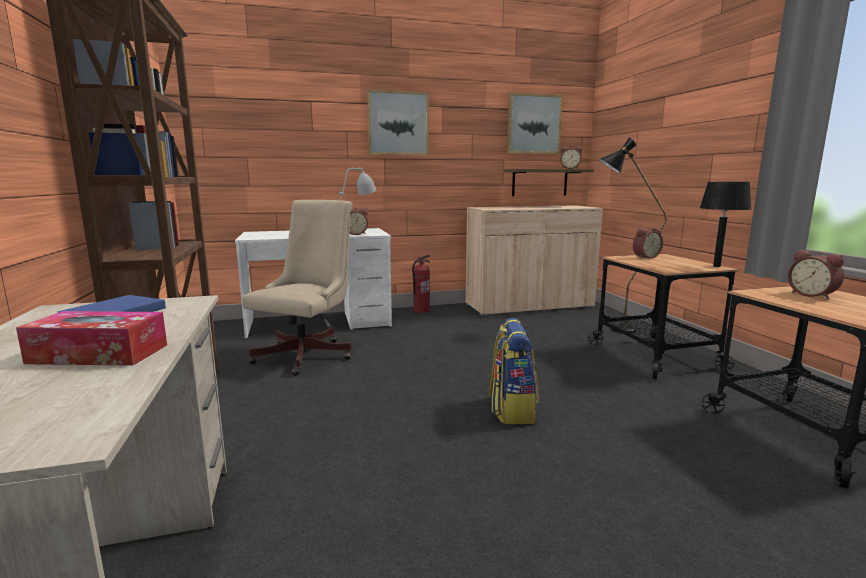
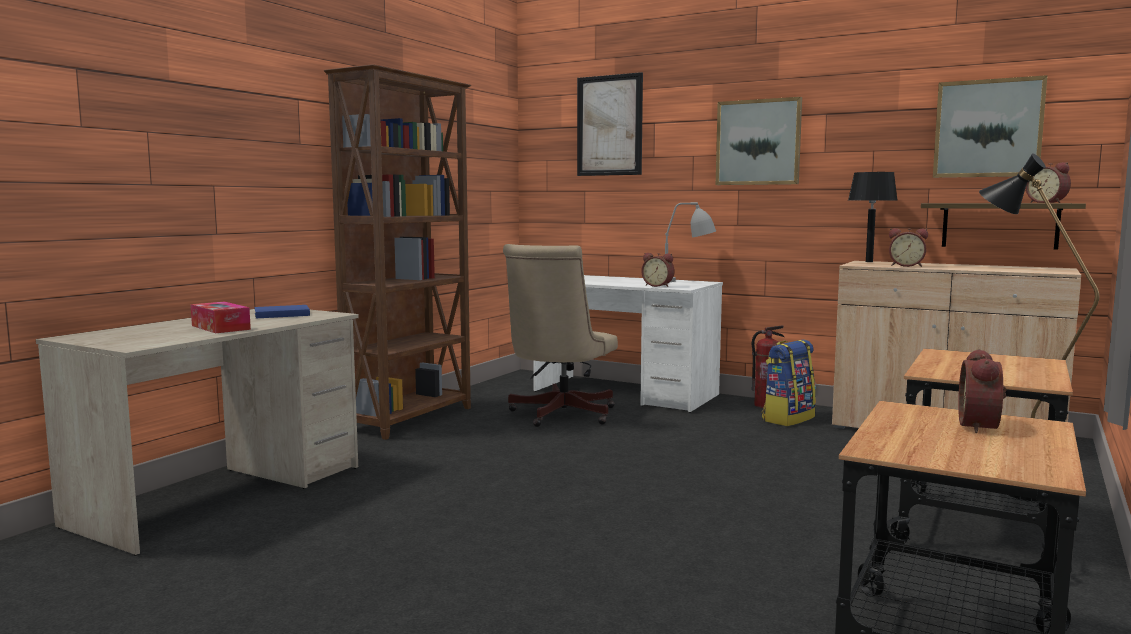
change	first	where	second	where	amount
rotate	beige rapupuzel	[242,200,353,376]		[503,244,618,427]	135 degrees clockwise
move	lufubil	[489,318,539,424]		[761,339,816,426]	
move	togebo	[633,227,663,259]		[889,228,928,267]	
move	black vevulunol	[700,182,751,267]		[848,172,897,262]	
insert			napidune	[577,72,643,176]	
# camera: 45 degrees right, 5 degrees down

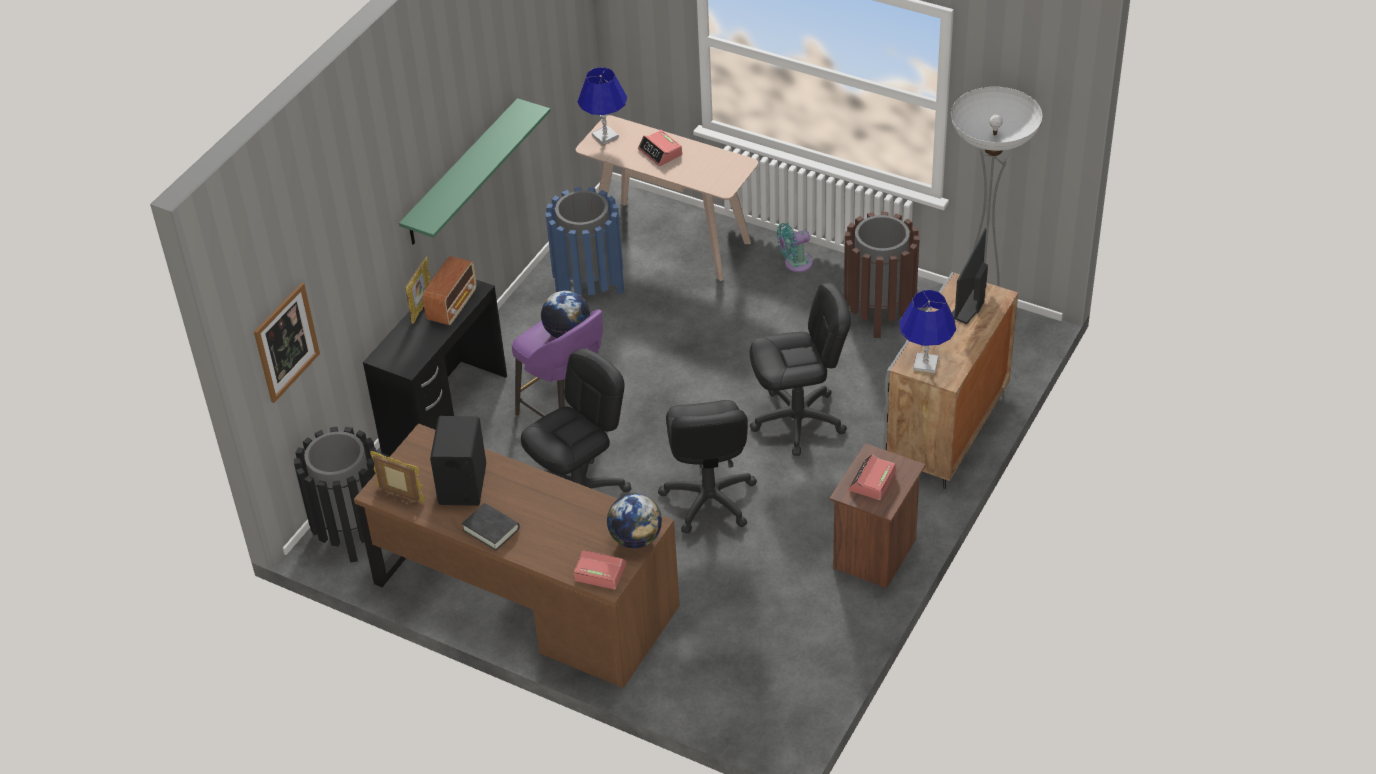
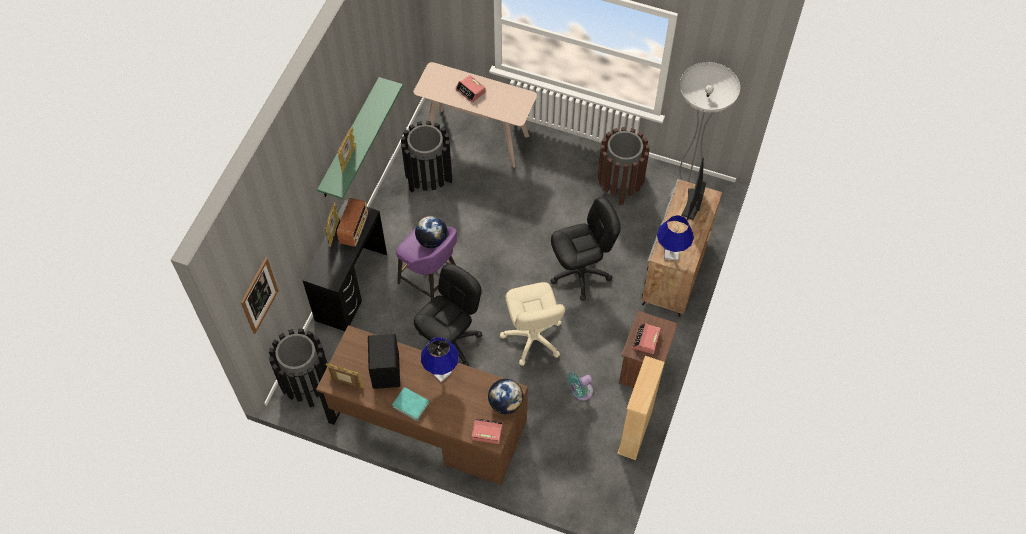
change	first	where	second	where	amount
recolor	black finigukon	[462,503,520,550]	turquoise finigukon	[392,387,429,421]	
recolor	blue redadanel	[546,187,624,295]	black redadanel	[401,121,452,192]	
move	blue vevulunol	[578,67,627,145]		[421,337,459,382]	
recolor	black rapupuzel	[658,400,757,533]	beige rapupuzel	[500,282,565,366]	
move	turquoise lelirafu	[777,223,813,272]		[567,373,593,401]	
insert			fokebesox	[338,127,356,172]	
insert			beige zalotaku	[617,356,665,460]	
# camera: 10 degrees left, 15 degrees up

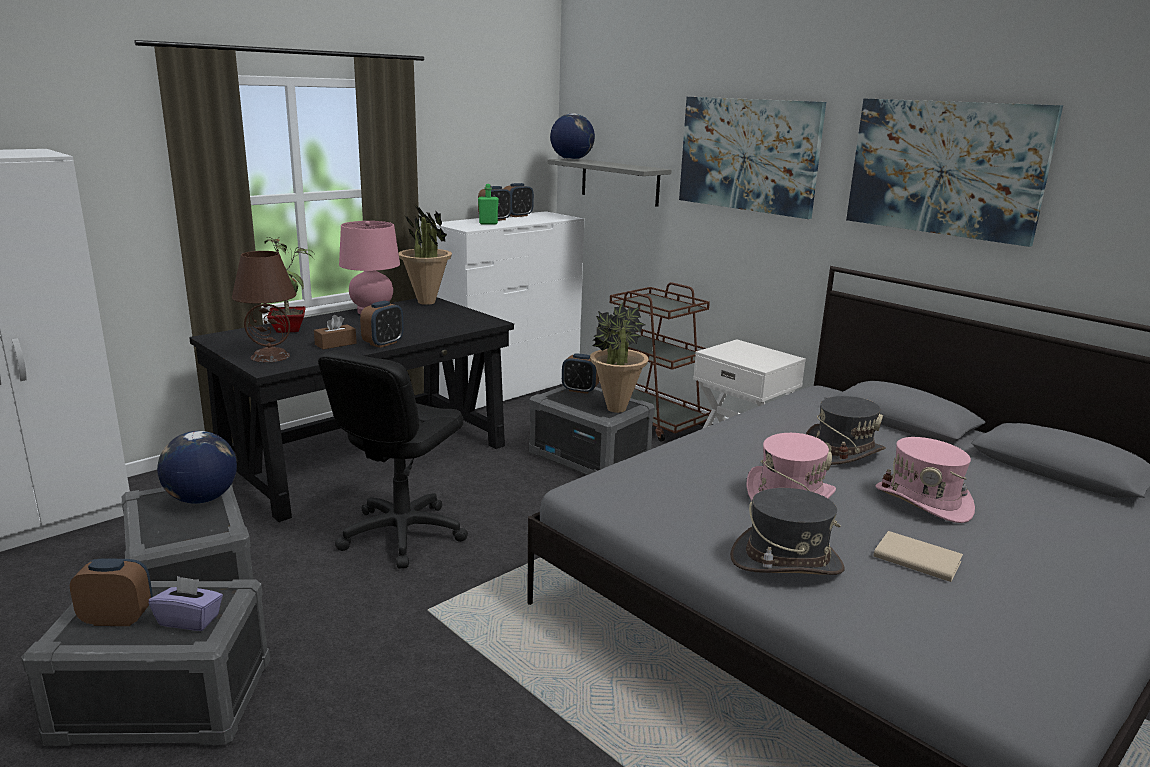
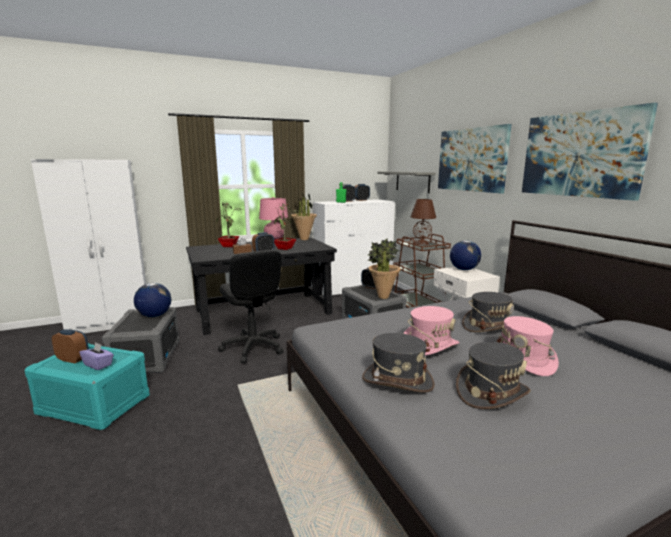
change	first	where	second	where	amount
recolor	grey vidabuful	[21,579,270,746]	turquoise vidabuful	[24,343,150,431]	
move	brown vevulunol	[232,251,296,362]		[411,199,436,245]	
rotate	black rapupuzel	[318,350,468,569]		[218,250,283,363]	75 degrees counterclockwise
move	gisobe	[550,113,595,160]		[450,240,481,270]	
replace	beige finigukon	[874,531,963,582]	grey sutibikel	[456,342,530,409]	
insert			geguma	[274,204,301,250]	
# camera: 20 degrees right, 5 degrees down

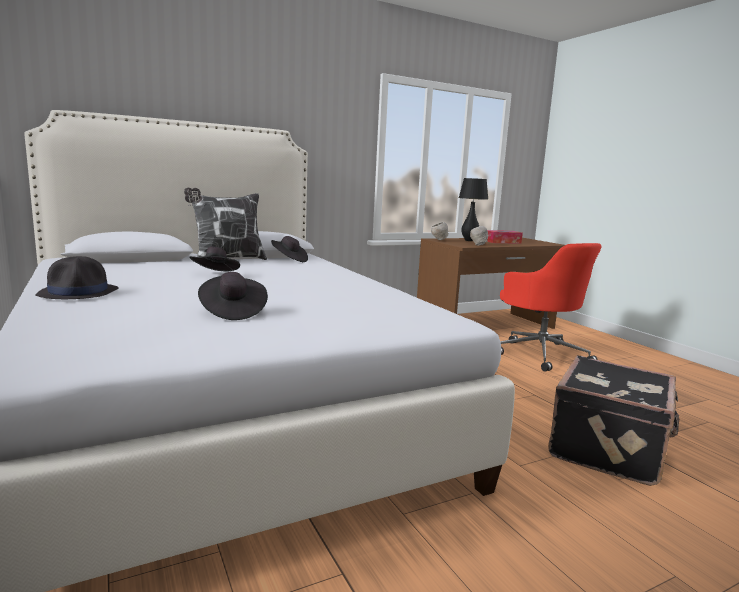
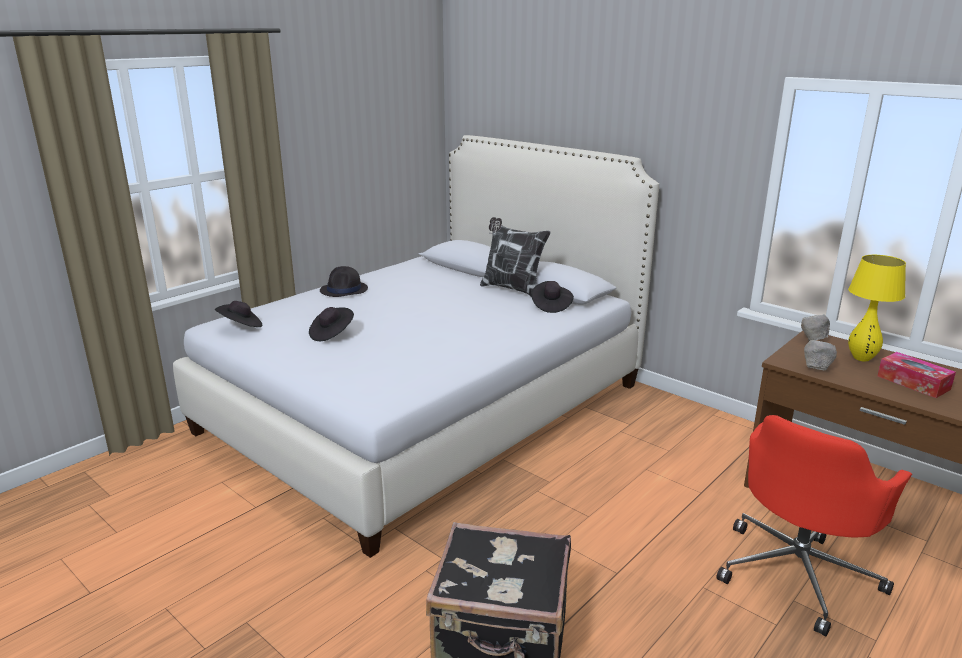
change	first	where	second	where	amount
move	black sutibikel	[190,247,240,271]		[215,301,262,327]	
recolor	black vevulunol	[459,178,489,241]	yellow vevulunol	[848,255,906,362]	
# camera: 70 degrees right, 10 degrees up

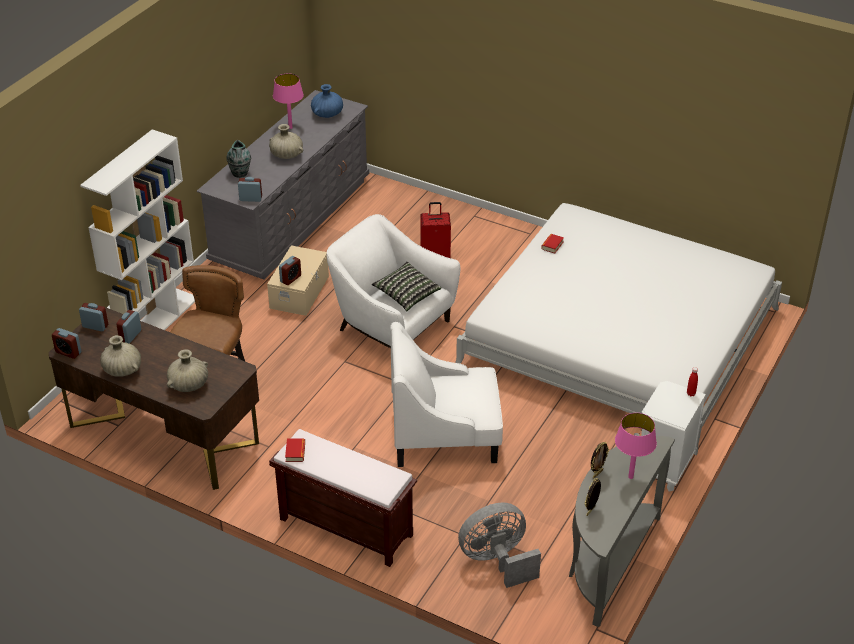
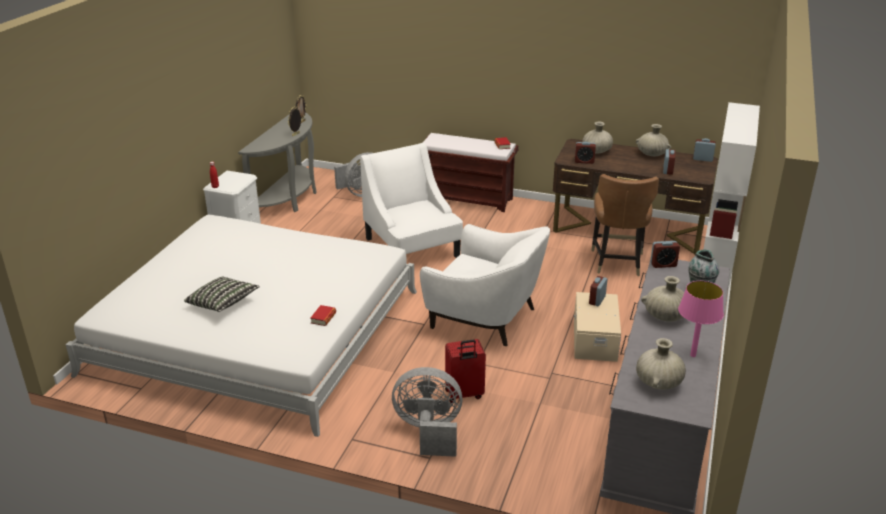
change	first	where	second	where	amount
move	togebo	[79,303,108,331]		[575,142,596,164]	
recolor	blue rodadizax	[311,84,343,118]	beige rodadizax	[636,338,686,390]	
move	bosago	[372,262,441,311]		[184,277,260,312]	
rotate	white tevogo	[390,322,503,467]		[360,143,463,258]	105 degrees counterclockwise
delete	pink vevulunol	[615,413,657,479]			
insert			grey lelirafu	[392,367,463,457]	
# camera: 170 degrees right, 10 degrees down

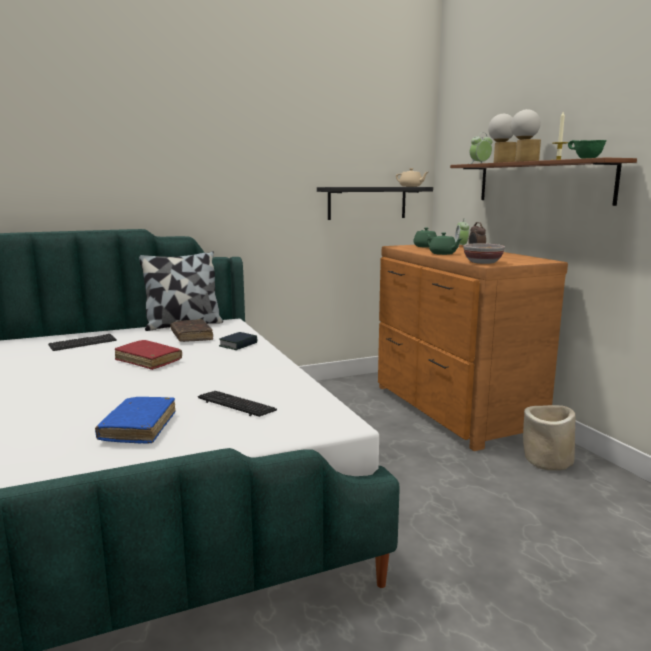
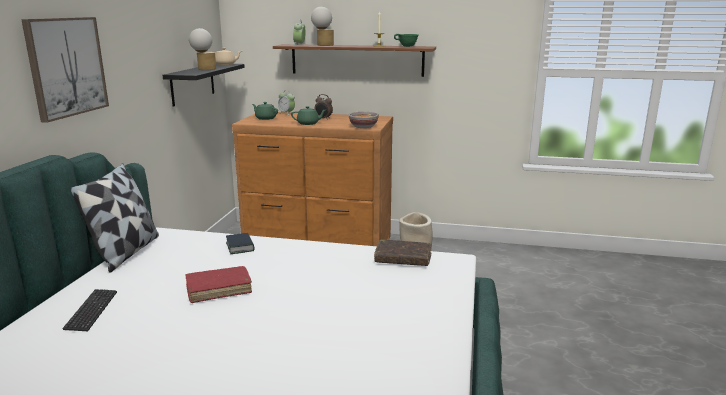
change	first	where	second	where	amount
delete	blue finigukon	[95,397,175,443]			
move	brown finigukon	[170,319,213,342]		[374,239,432,266]	
delete	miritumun	[198,391,277,417]			
move	vevulunol	[511,109,541,162]		[189,28,216,70]	
insert			napidune	[21,17,109,123]	
# camera: 55 degrees left, 5 degrees up

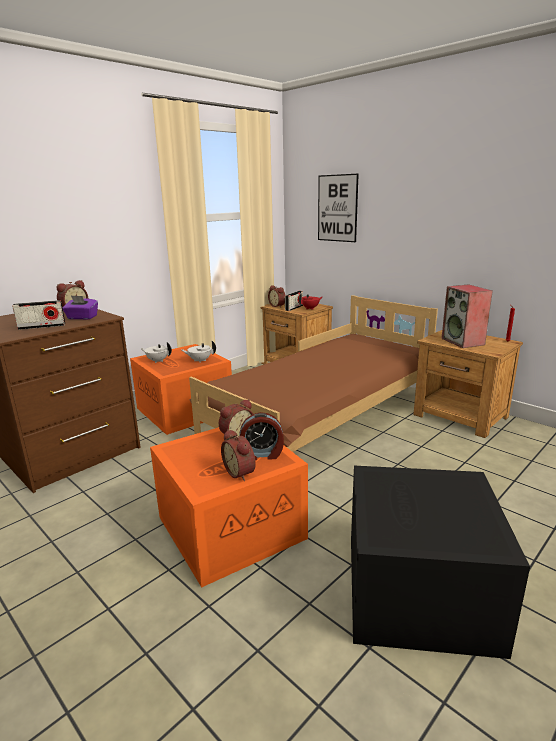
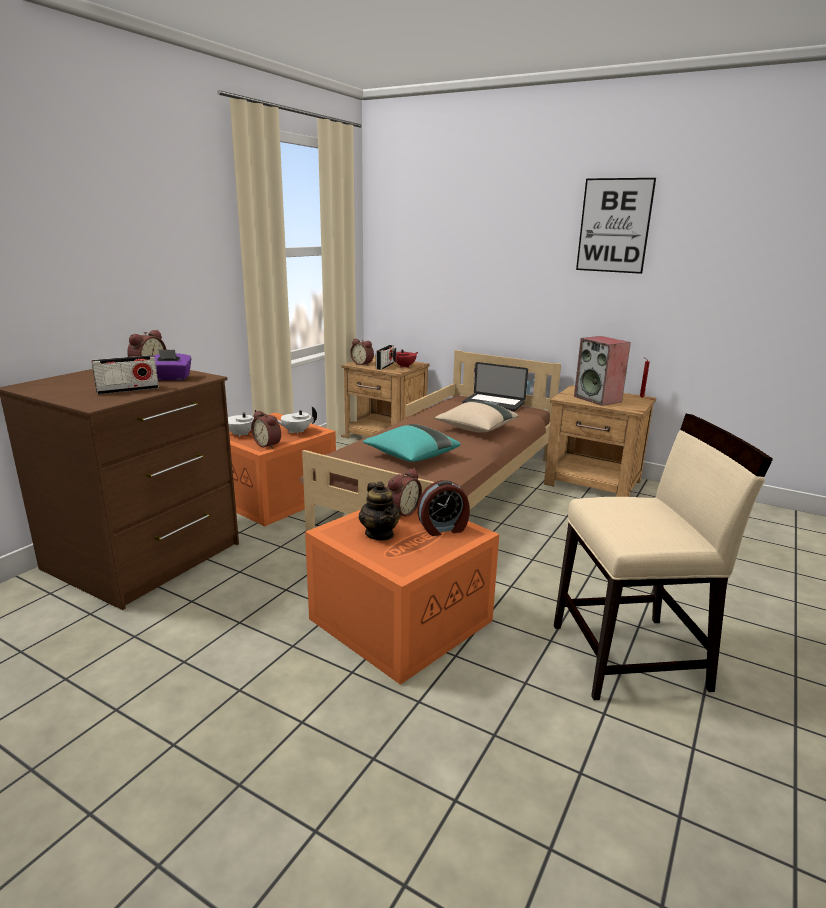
change	first	where	second	where	amount
move	togebo	[221,429,256,481]		[251,410,281,449]	
move	napidune	[318,174,359,242]		[576,178,656,274]	
replace	black vidabuful	[351,466,530,659]	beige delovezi	[554,414,773,700]	
insert			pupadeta	[359,481,401,541]	
insert			turquoise bosago	[363,424,461,462]	
insert			beige bosago	[435,401,518,433]	
insert			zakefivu	[462,362,528,411]	
# camera: 15 degrees left, 0 degrees up

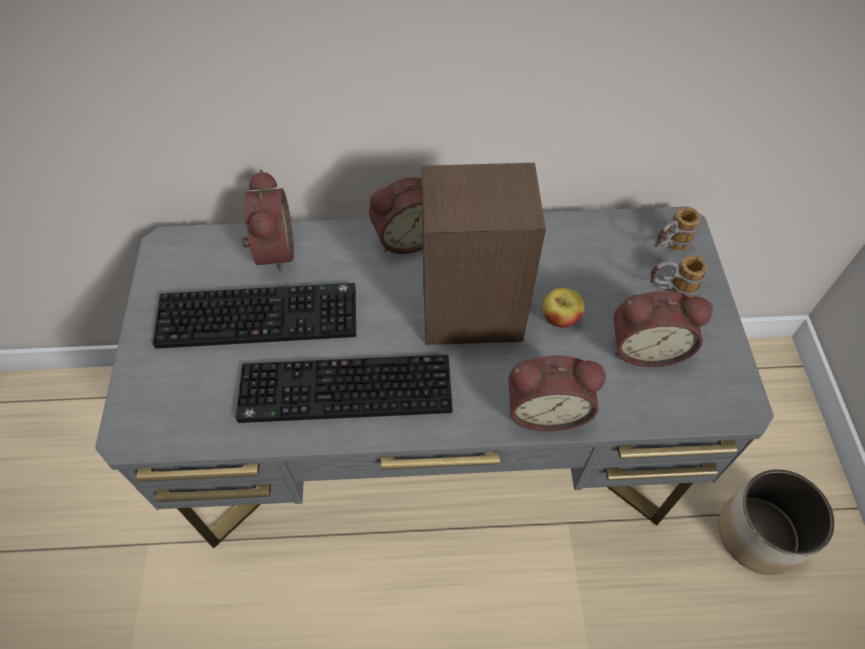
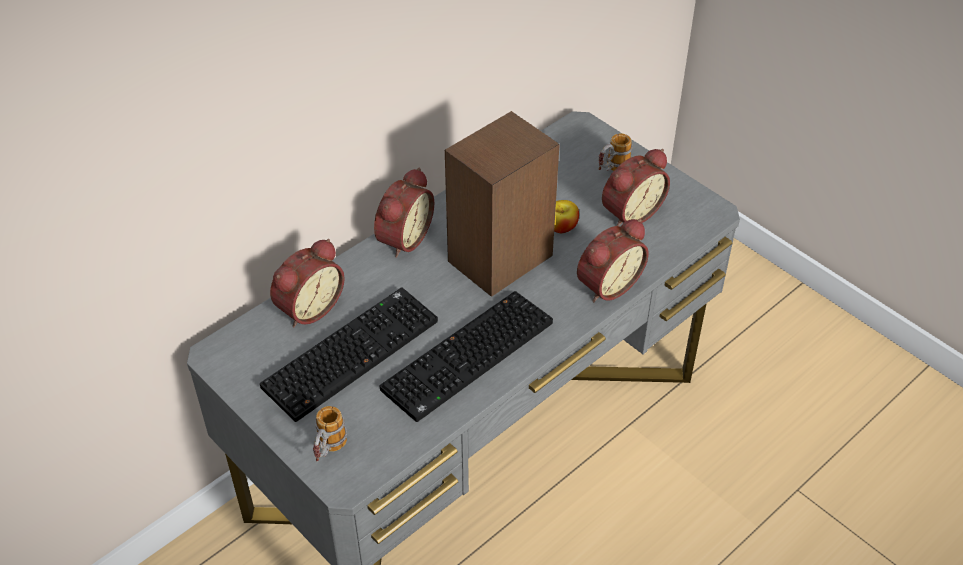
change	first	where	second	where	amount
rotate	togebo	[241,169,294,273]		[270,239,345,328]	90 degrees clockwise
move	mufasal	[655,207,701,251]		[313,406,347,461]	
delete	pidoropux	[719,469,834,575]			
# camera: 40 degrees left, 10 degrees down

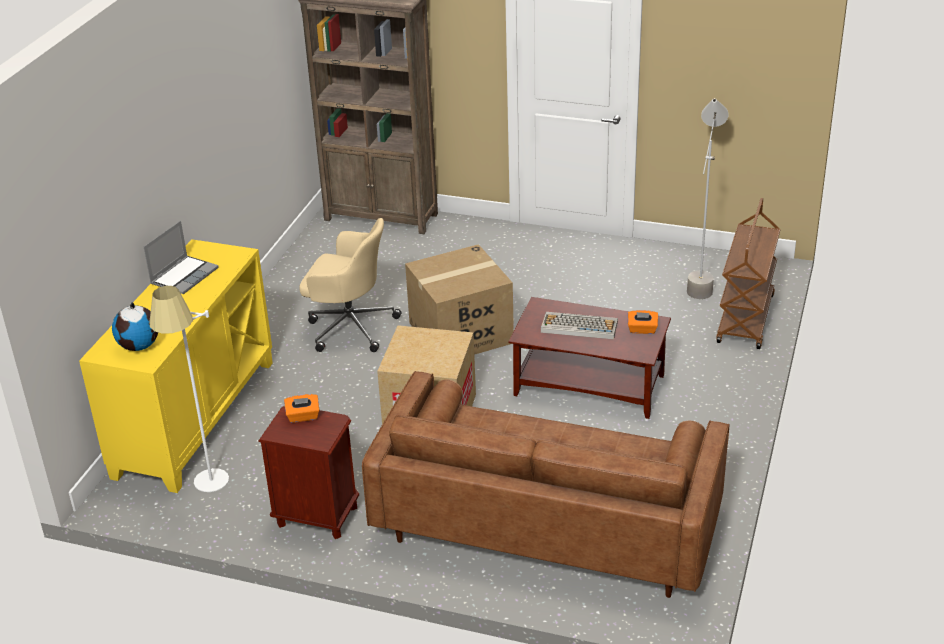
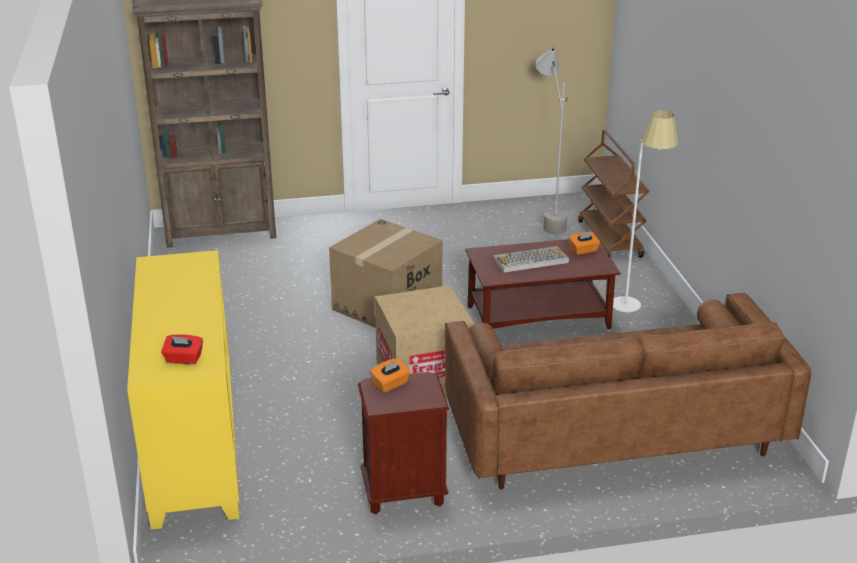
change	first	where	second	where	amount
replace	gisobe	[112,302,158,351]	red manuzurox	[161,334,203,364]	
delete	zakefivu	[143,221,219,294]			
move	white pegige	[149,286,229,492]		[613,110,678,312]	
delete	beige rapupuzel	[299,218,401,352]			
# camera: 30 degrees left, 5 degrees down

